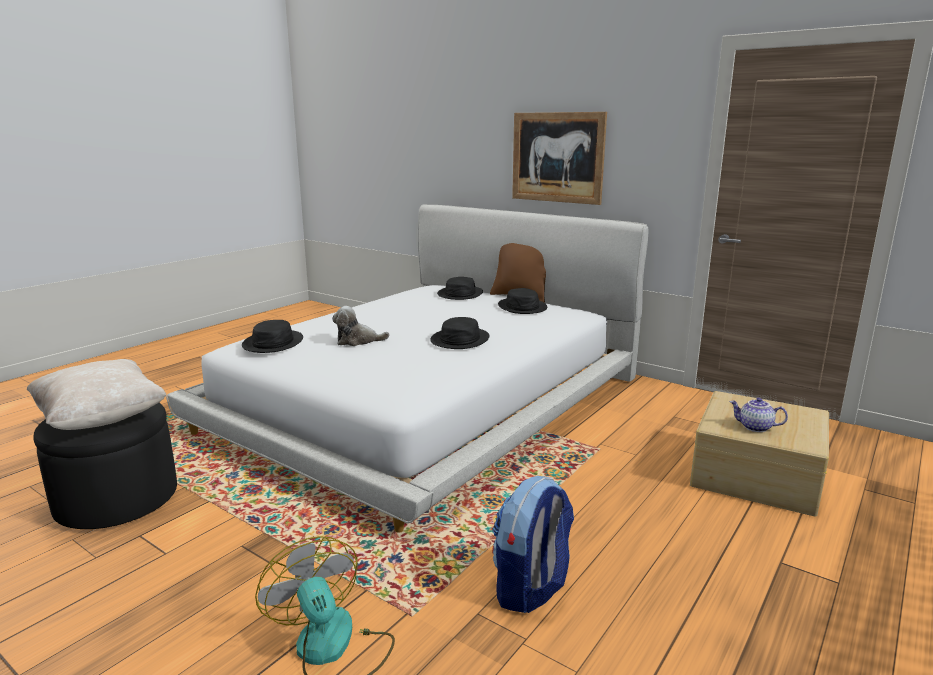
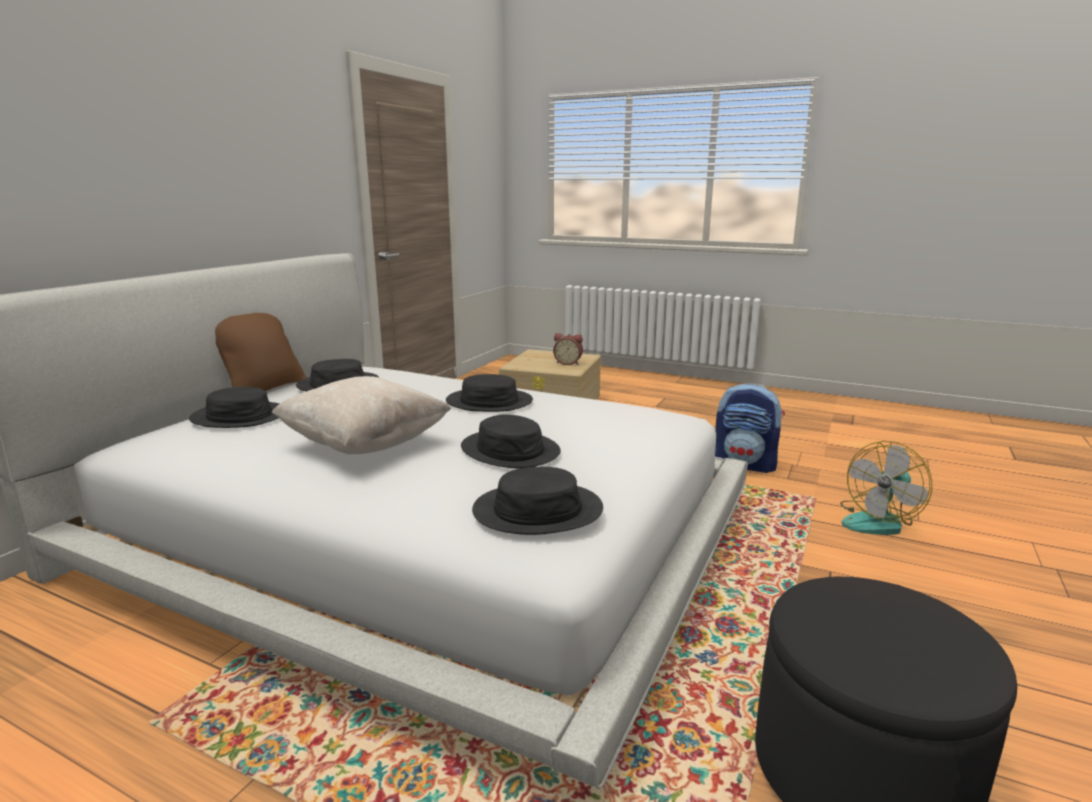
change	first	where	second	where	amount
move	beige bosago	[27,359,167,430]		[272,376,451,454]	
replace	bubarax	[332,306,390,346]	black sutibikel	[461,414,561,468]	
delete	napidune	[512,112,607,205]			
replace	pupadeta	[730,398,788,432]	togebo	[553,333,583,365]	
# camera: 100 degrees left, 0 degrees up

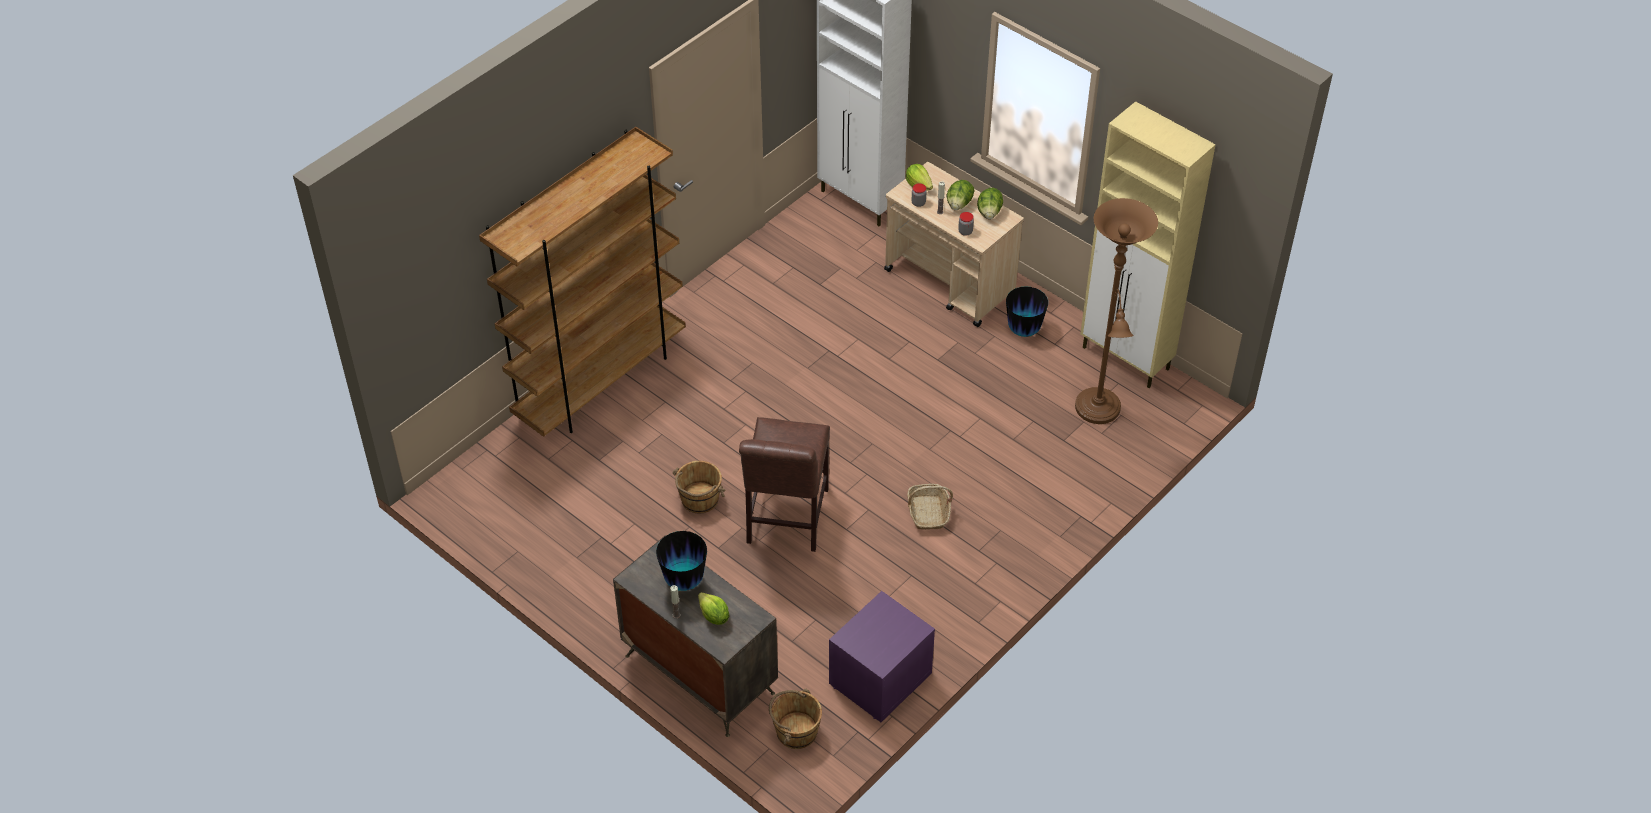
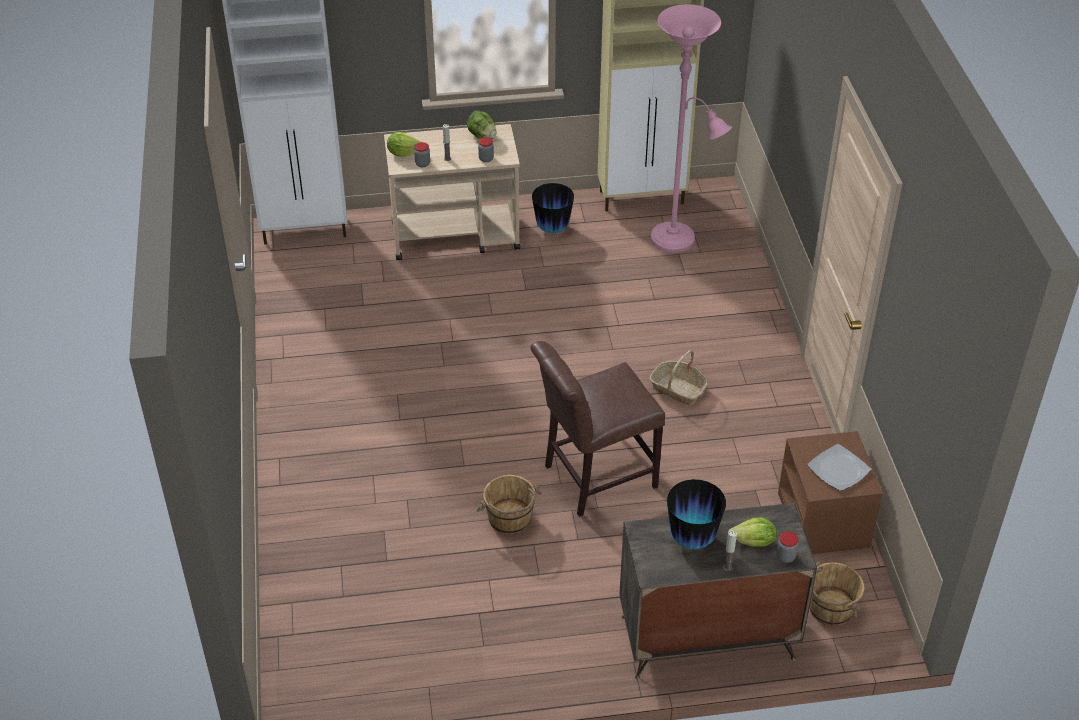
change	first	where	second	where	amount
delete	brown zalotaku	[479,127,686,437]			
rotate	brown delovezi	[739,417,830,552]		[530,341,665,517]	105 degrees clockwise
recolor	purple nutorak	[829,591,935,722]	brown nutorak	[778,431,883,554]	
delete	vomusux	[947,180,975,210]			
recolor	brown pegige	[1075,198,1158,424]	pink pegige	[651,4,732,253]	
insert			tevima	[776,531,798,563]	
insert			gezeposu	[807,444,871,491]	
# camera: 50 degrees left, 5 degrees down

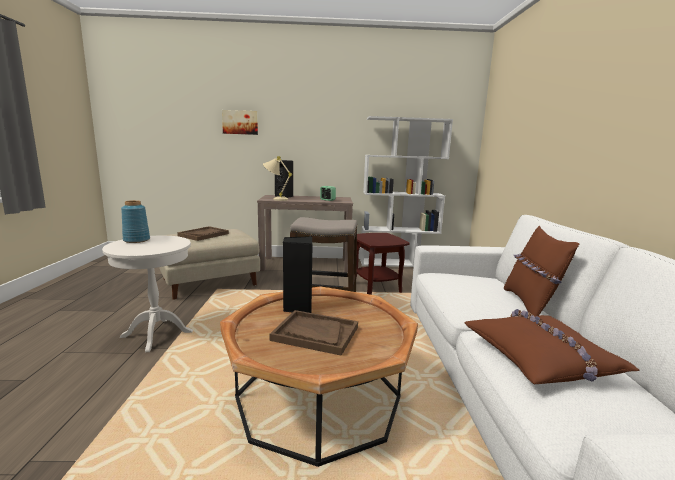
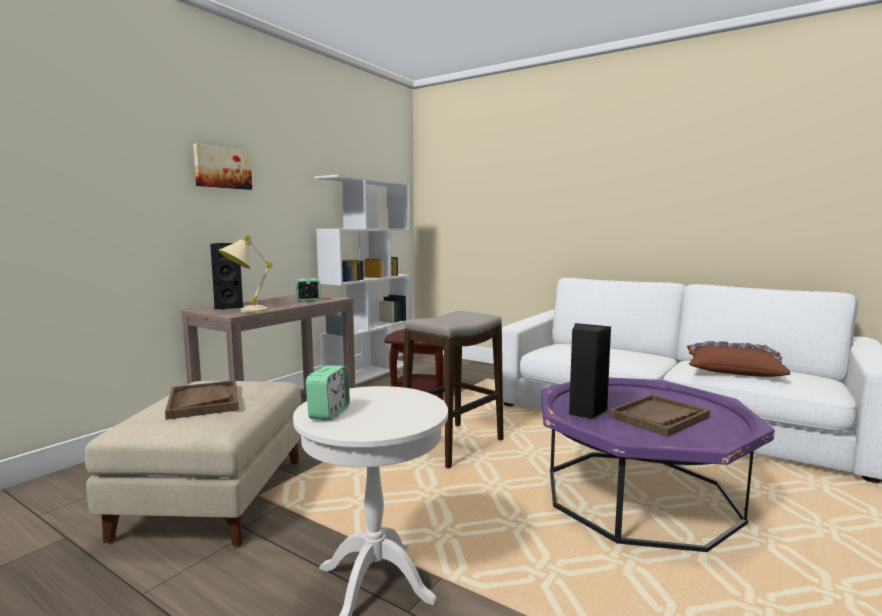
change	first	where	second	where	amount
replace	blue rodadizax	[121,200,150,243]	togebo	[306,366,350,421]	
recolor	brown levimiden	[220,287,418,467]	purple levimiden	[541,378,775,552]	
move	napidune	[222,110,258,135]		[193,143,252,190]	
delete	brown bosago	[504,226,579,316]			
# camera: 55 degrees left, 5 degrees down

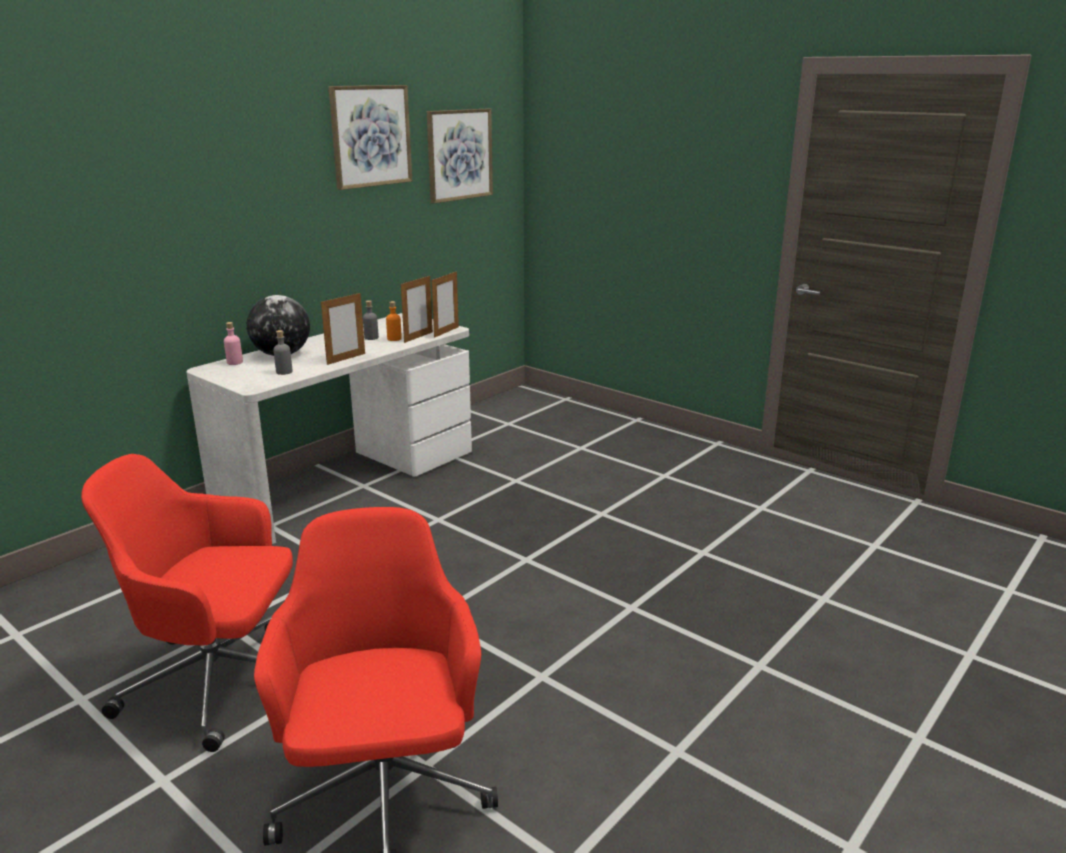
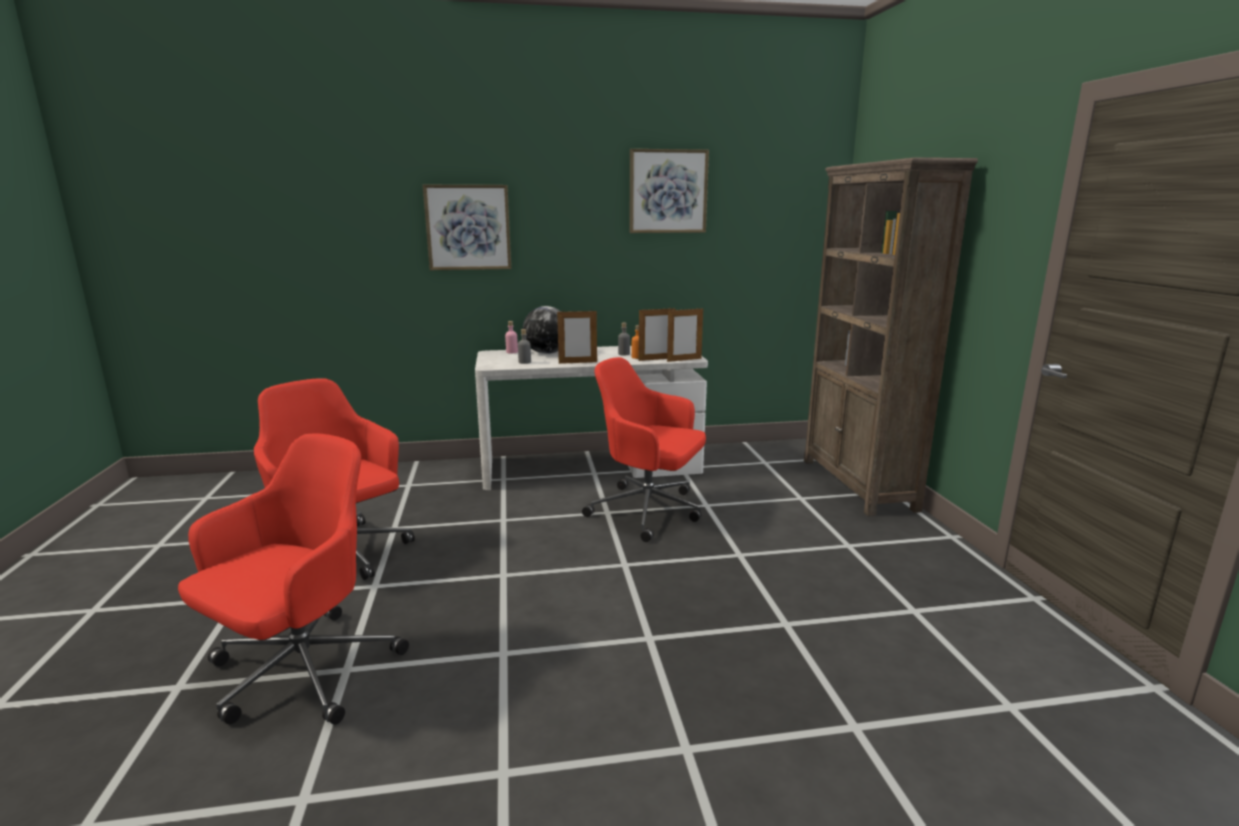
change	first	where	second	where	amount
move	napidune	[427,108,493,204]		[423,185,511,270]	
insert			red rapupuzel	[582,357,706,542]	
insert			brown zalotaku	[804,157,978,517]	
# camera: 40 degrees right, 5 degrees down

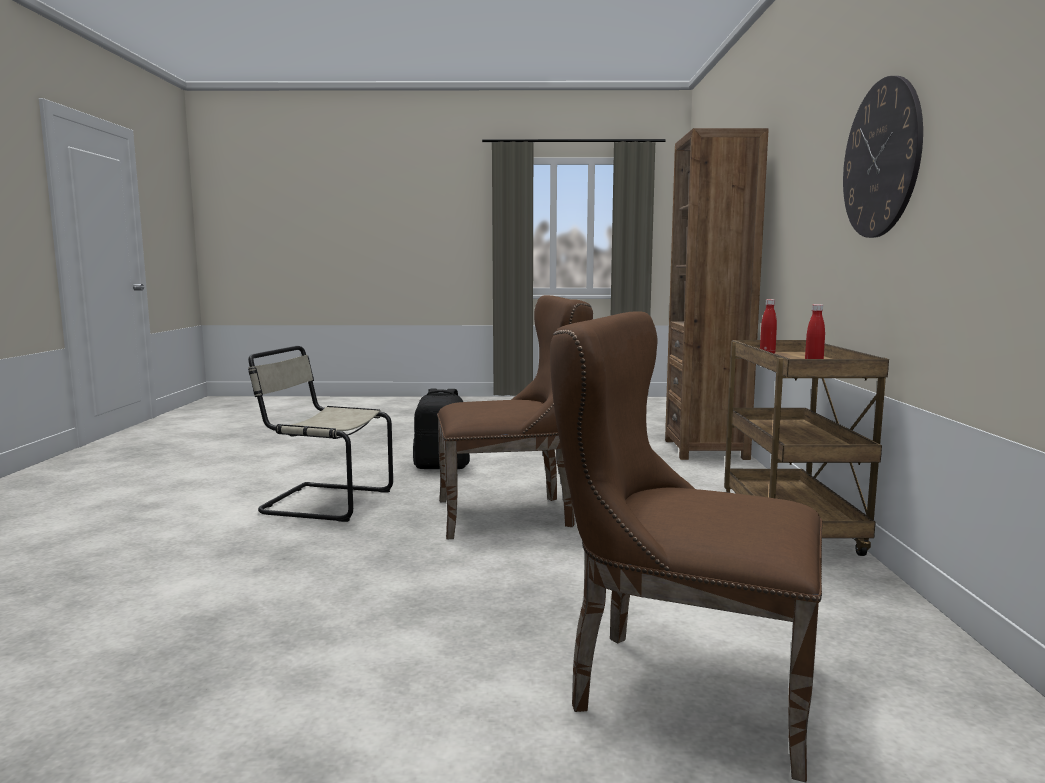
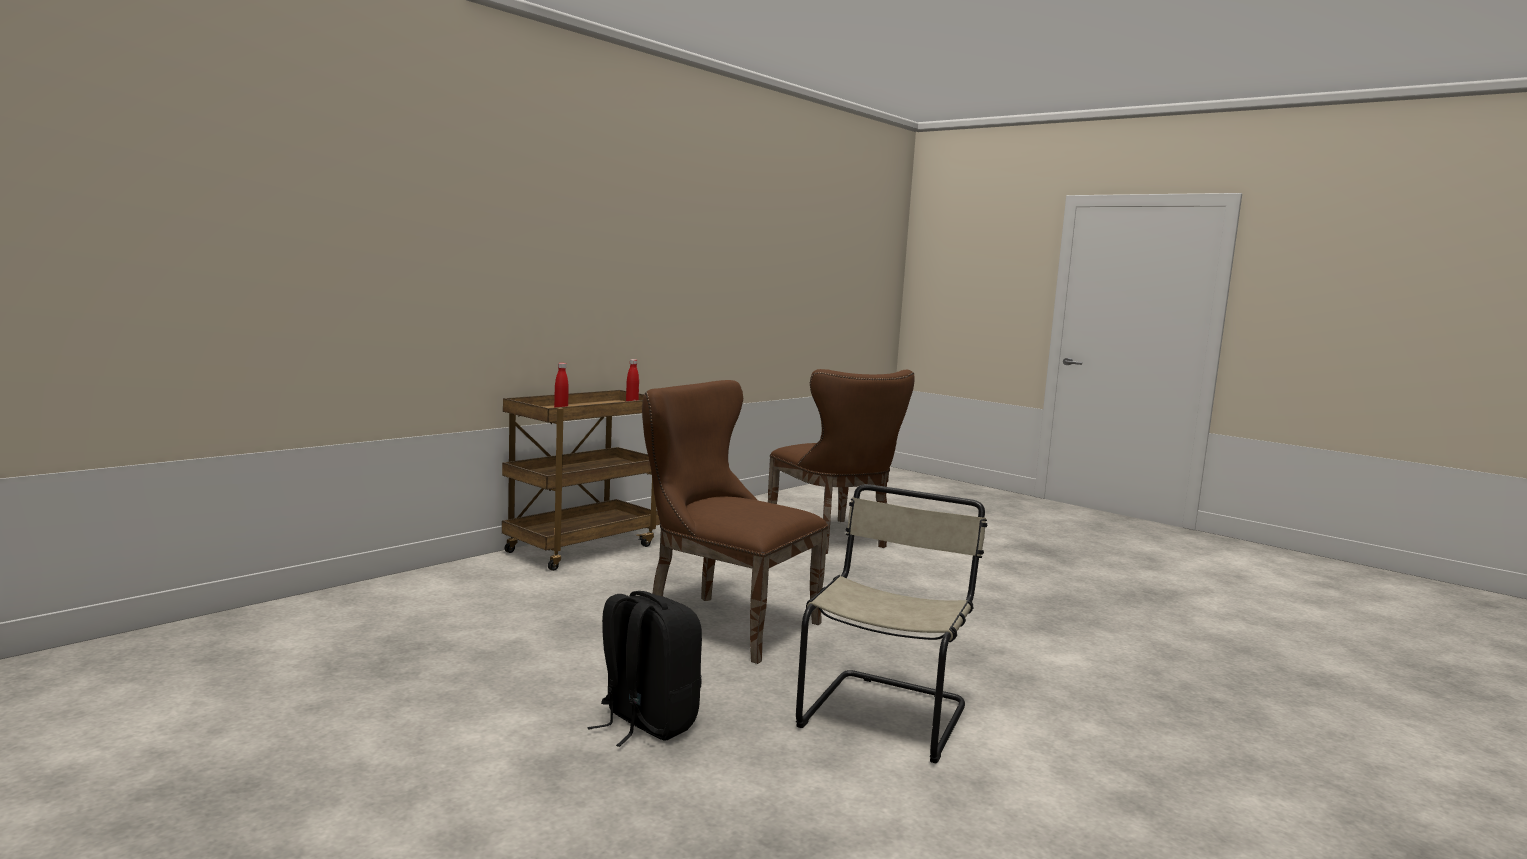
change	first	where	second	where	amount
rotate	beige delovezi	[248,346,393,522]		[796,484,988,763]	120 degrees counterclockwise
delete	brown zalotaku	[665,128,769,460]			
delete	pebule	[843,76,923,238]			
# camera: 140 degrees left, 0 degrees up

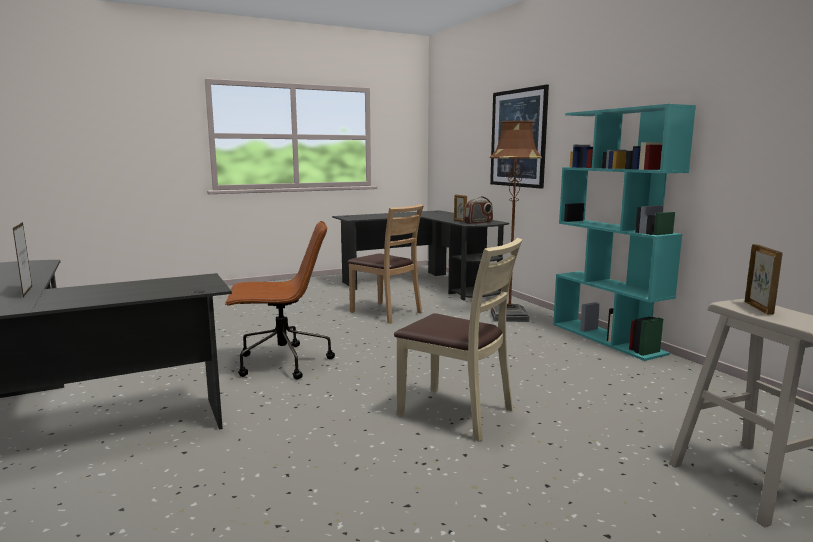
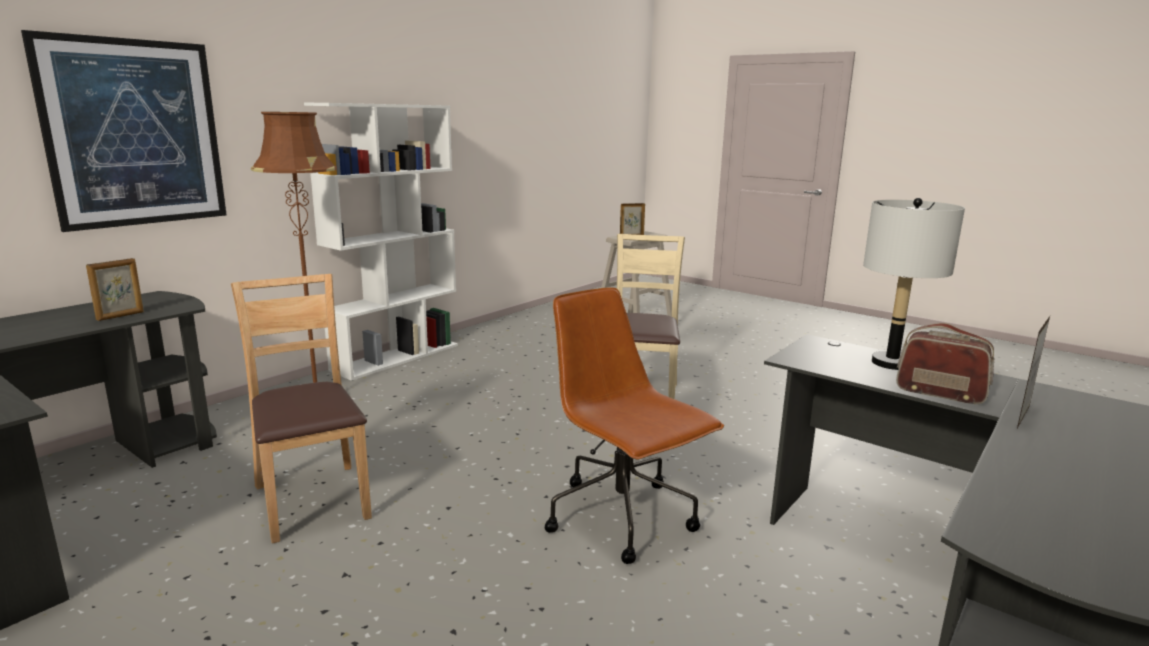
change	first	where	second	where	amount
rotate	brown delovezi	[347,204,424,324]		[231,274,372,544]	45 degrees counterclockwise
move	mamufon	[464,196,493,224]		[896,323,994,404]	
recolor	turquoise zalotaku	[553,104,696,361]	white zalotaku	[304,102,458,381]	
insert			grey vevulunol	[863,198,965,370]	
# camera: 115 degrees left, 5 degrees up

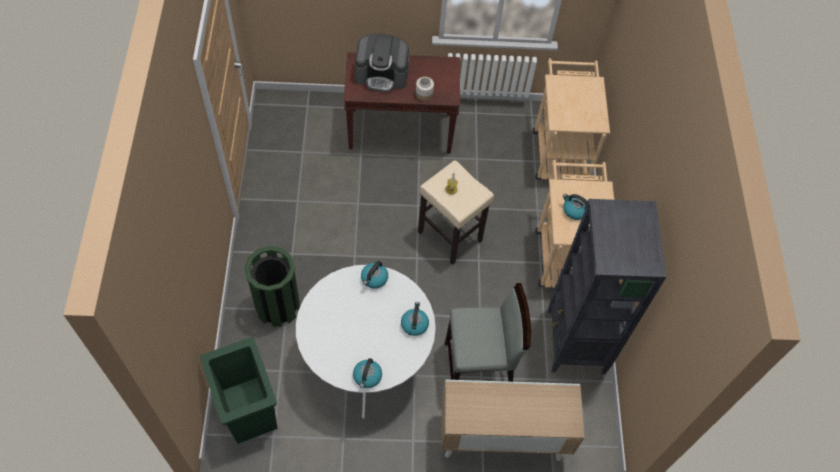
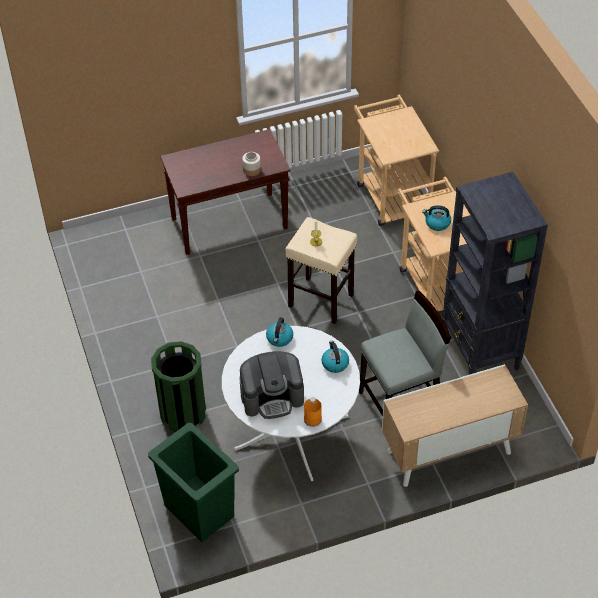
change	first	where	second	where	amount
replace	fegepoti	[353,358,382,388]	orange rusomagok	[304,397,322,427]	
move	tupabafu	[355,34,409,92]		[240,351,304,419]	
# camera: 15 degrees left, 10 degrees down

